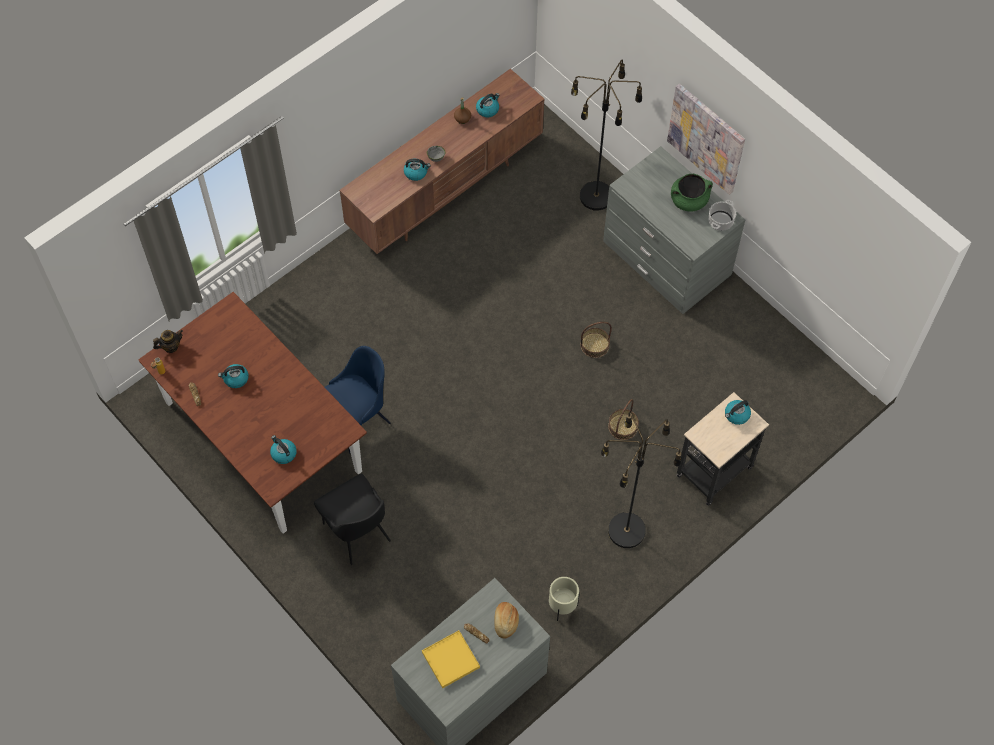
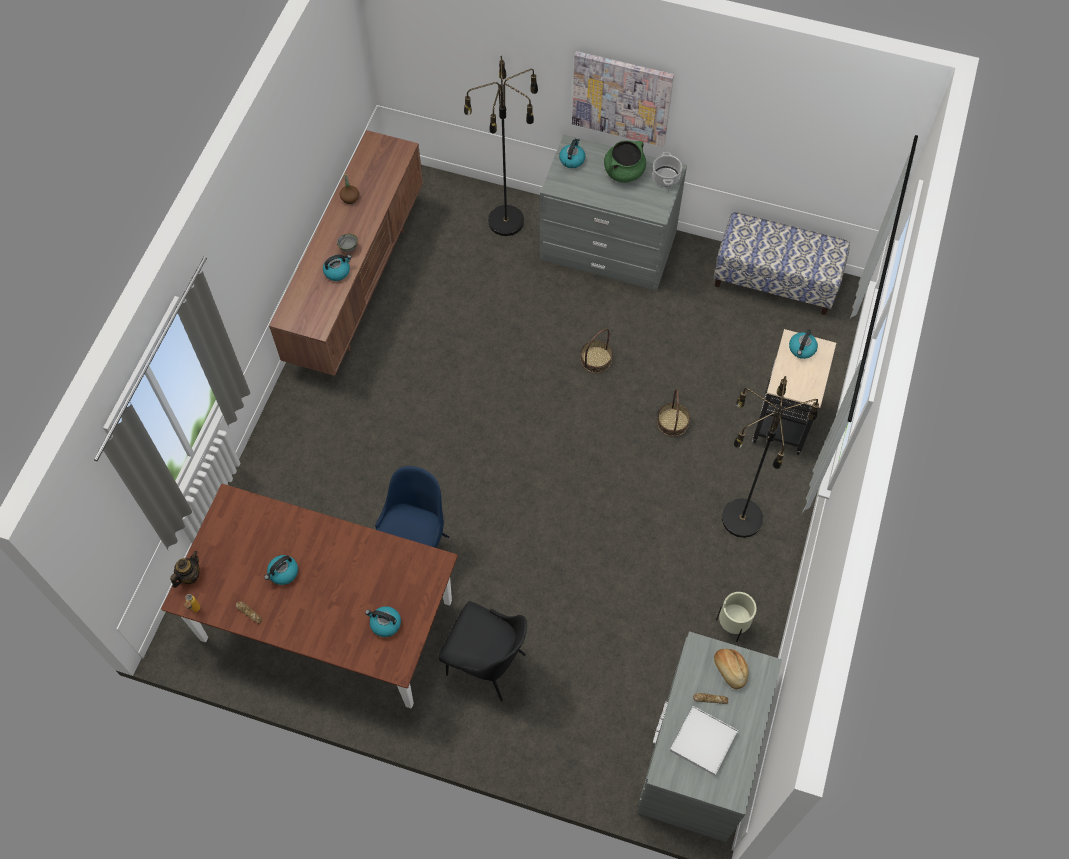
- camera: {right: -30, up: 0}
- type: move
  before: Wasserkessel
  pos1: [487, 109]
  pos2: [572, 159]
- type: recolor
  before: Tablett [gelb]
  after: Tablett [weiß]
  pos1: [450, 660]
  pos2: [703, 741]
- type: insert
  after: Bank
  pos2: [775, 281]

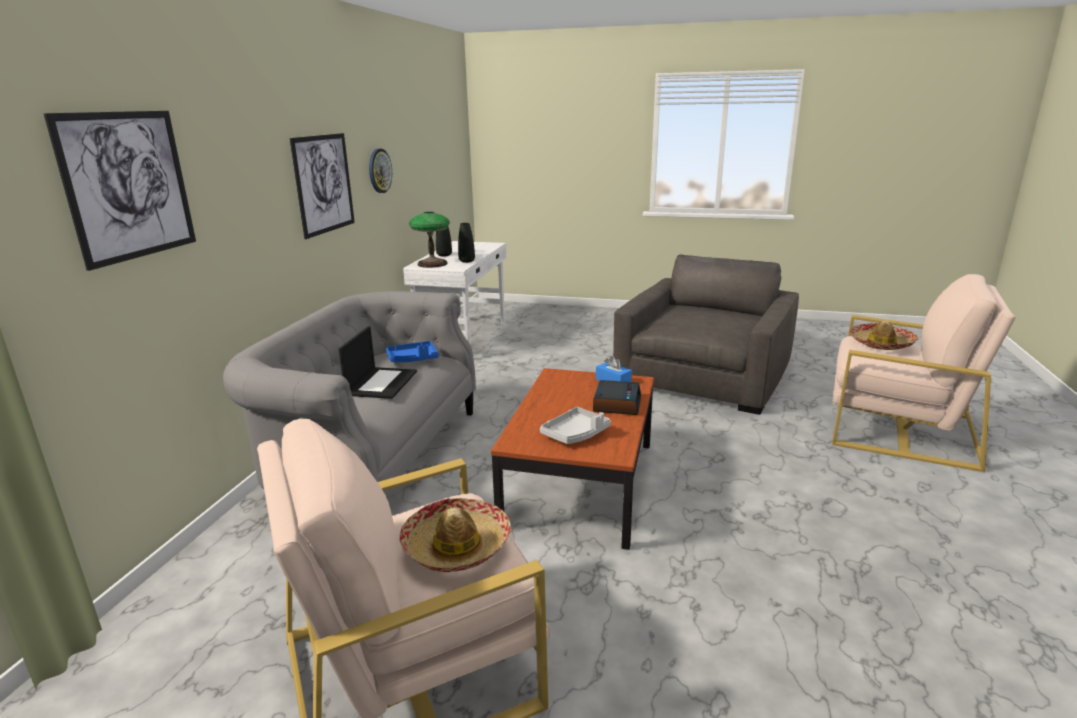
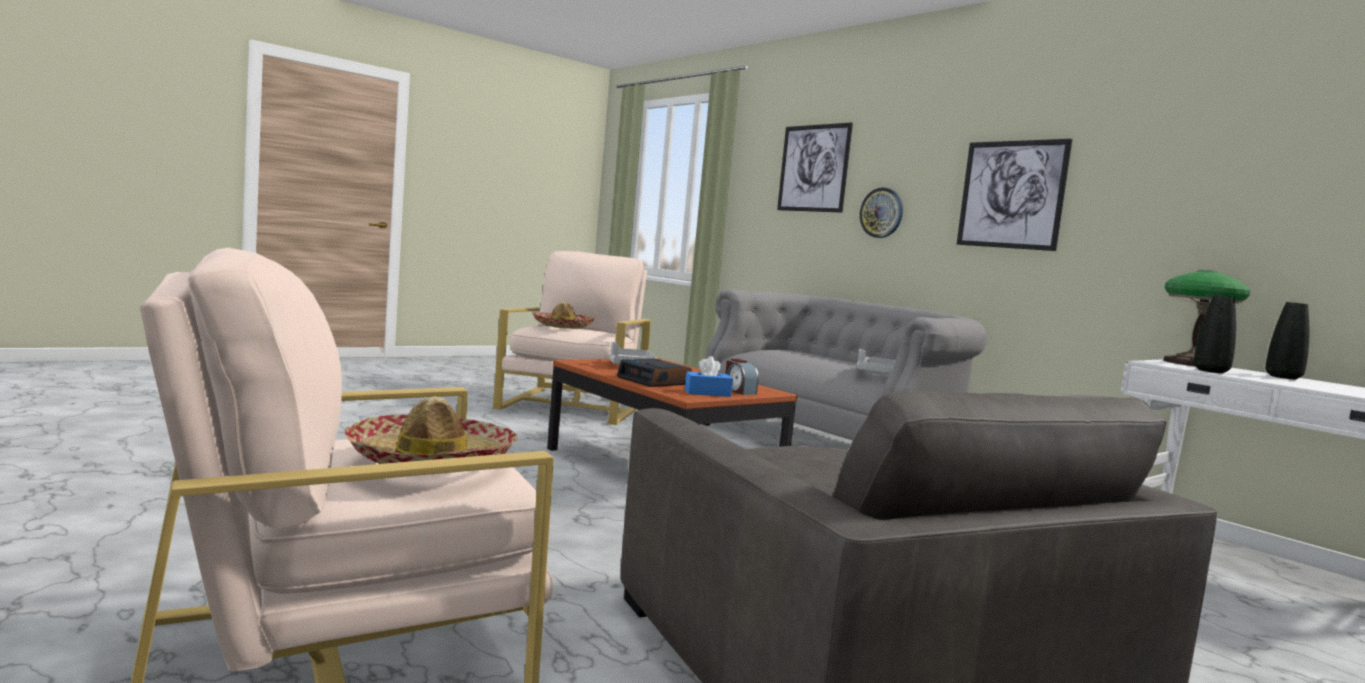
- camera: {right: 125, up: -15}
- type: move
  before: Wanduhr
  pos1: [379, 170]
  pos2: [881, 213]
- type: delete
  before: Laptop
  pos1: [381, 383]
- type: recolor
  before: Tablett [blau]
  after: Tablett [grau]
  pos1: [413, 359]
  pos2: [878, 373]
- type: insert
  after: Wecker
  pos2: [739, 391]

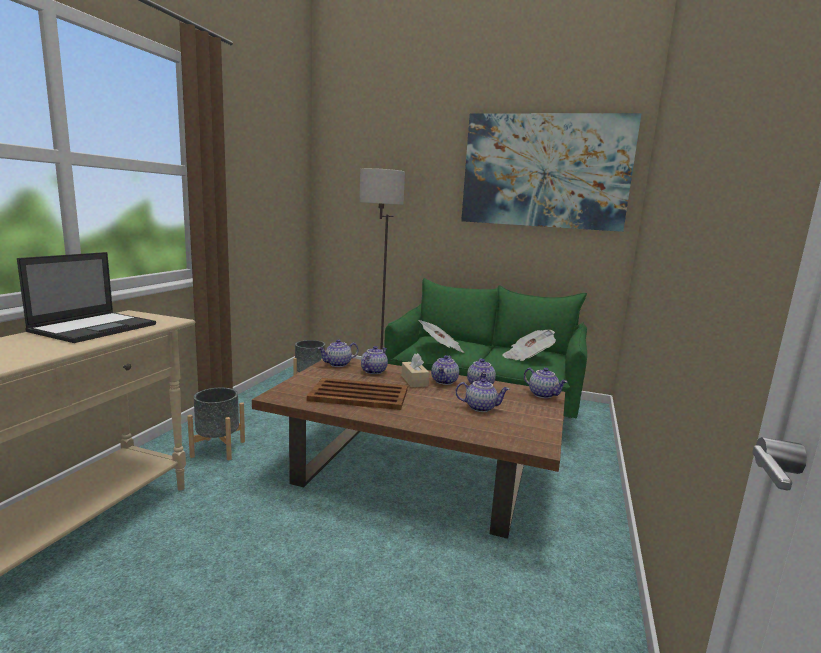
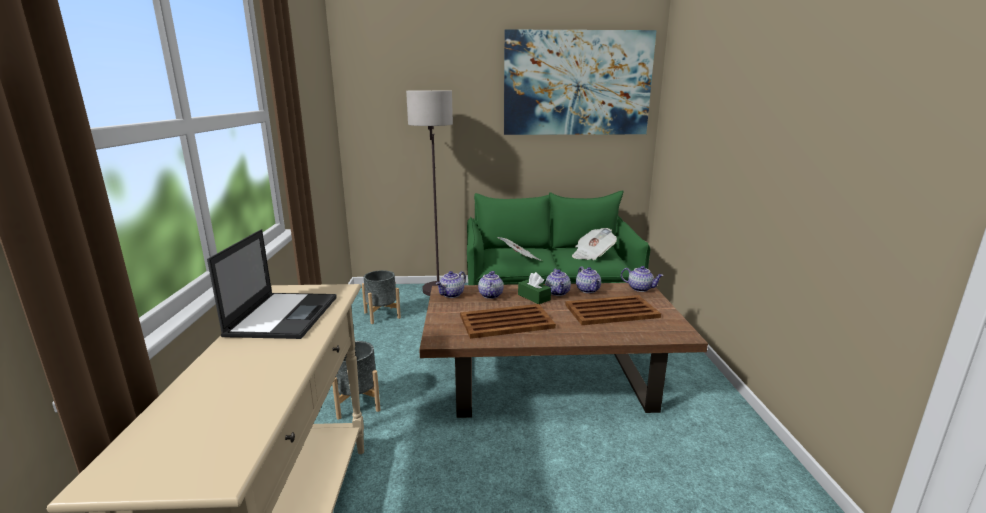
- camera: {right: -20, up: 5}
- type: recolor
  before: Taschentuchbox [beige]
  after: Taschentuchbox [grün]
  pos1: [414, 381]
  pos2: [534, 297]
- type: replace
  before: Teekanne
  after: Tablett [braun]
  pos1: [480, 407]
  pos2: [610, 311]

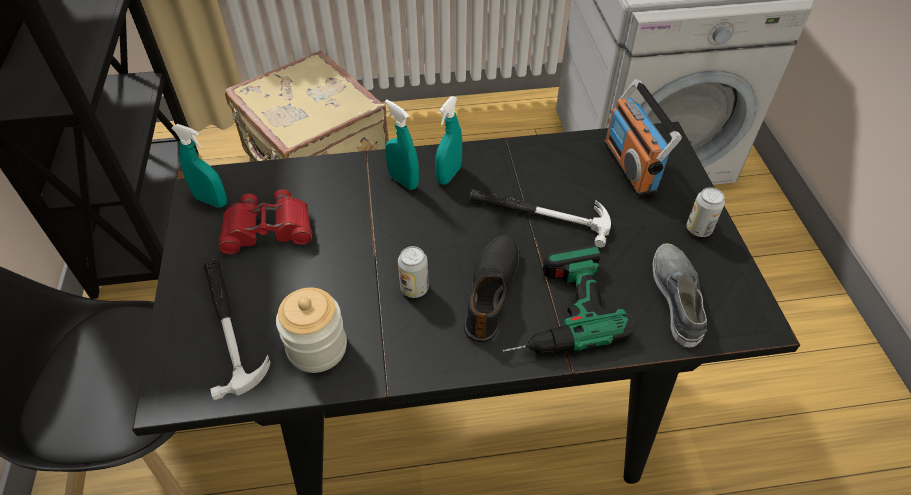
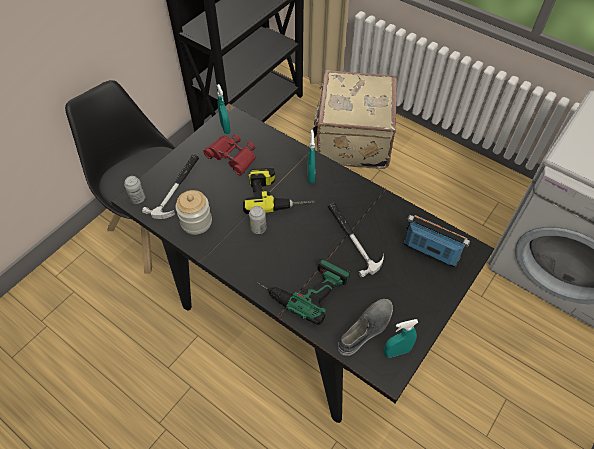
- camera: {right: 45, up: 5}
- type: rotate
  before: Radio
  pos1: [630, 167]
  pos2: [430, 251]
  turn: 90
- type: move
  before: Sprühflasche [türkis]
  pos1: [449, 175]
  pos2: [396, 351]
- type: move
  before: Dose
  pos1: [698, 229]
  pos2: [138, 198]
- type: delete
  before: Schuh [schwarz]
  pos1: [492, 291]
- type: insert
  after: Bohrmaschine
  pos2: [278, 194]

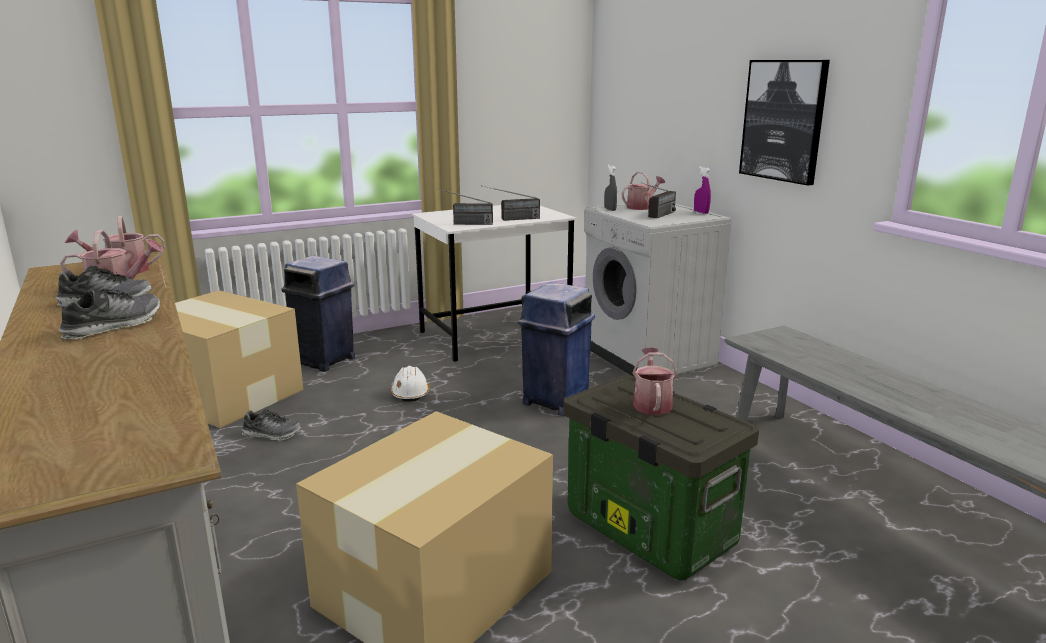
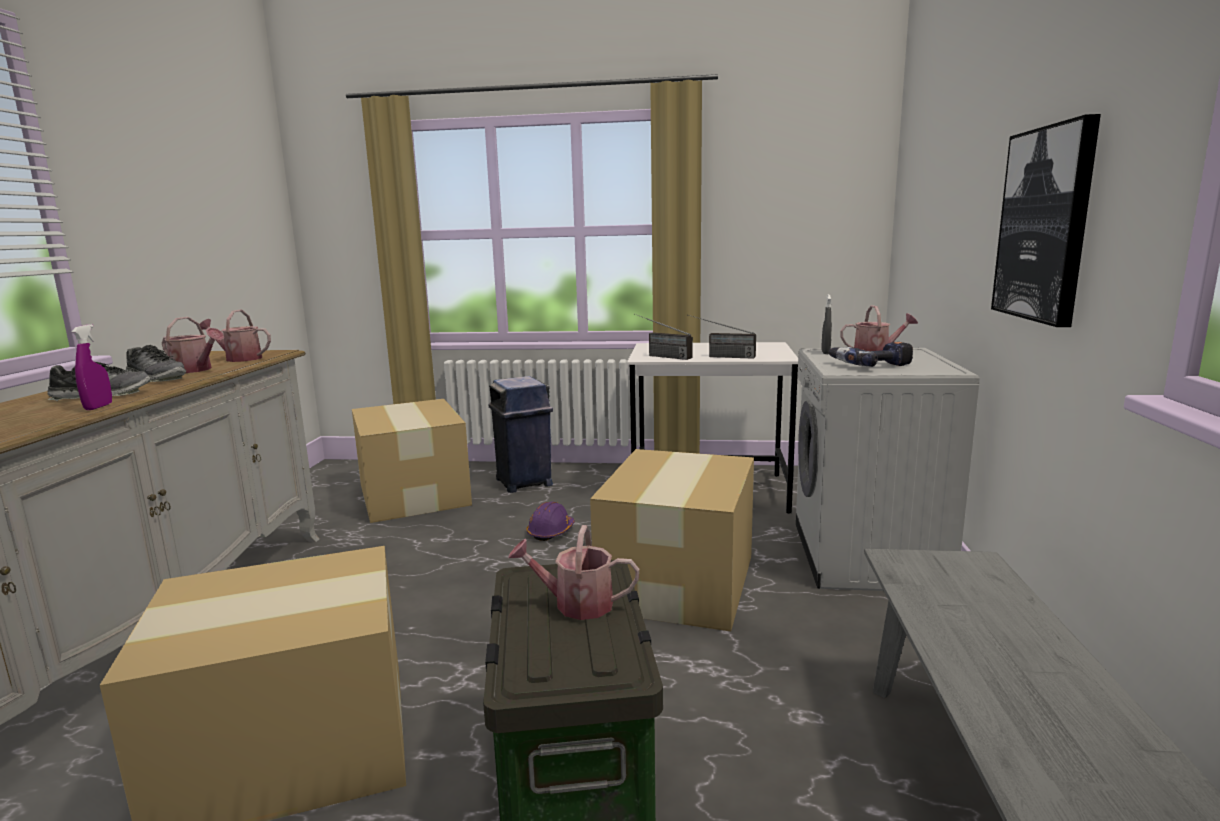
- camera: {right: 35, up: -5}
- type: move
  before: Sprühflasche [lila]
  pos1: [701, 212]
  pos2: [98, 407]
- type: replace
  before: Radio
  after: Bohrmaschine
  pos1: [657, 216]
  pos2: [870, 365]
- type: replace
  before: Mülleimer [blau]
  after: Karton
  pos1: [555, 401]
  pos2: [680, 581]
- type: rotate
  before: Gießkanne
  pos1: [651, 403]
  pos2: [575, 604]
  turn: -120
- type: recolor
  before: Schutzhelm [weiß]
  after: Schutzhelm [lila]
  pos1: [410, 393]
  pos2: [551, 532]
- type: delete
  before: Schuh
  pos1: [272, 434]

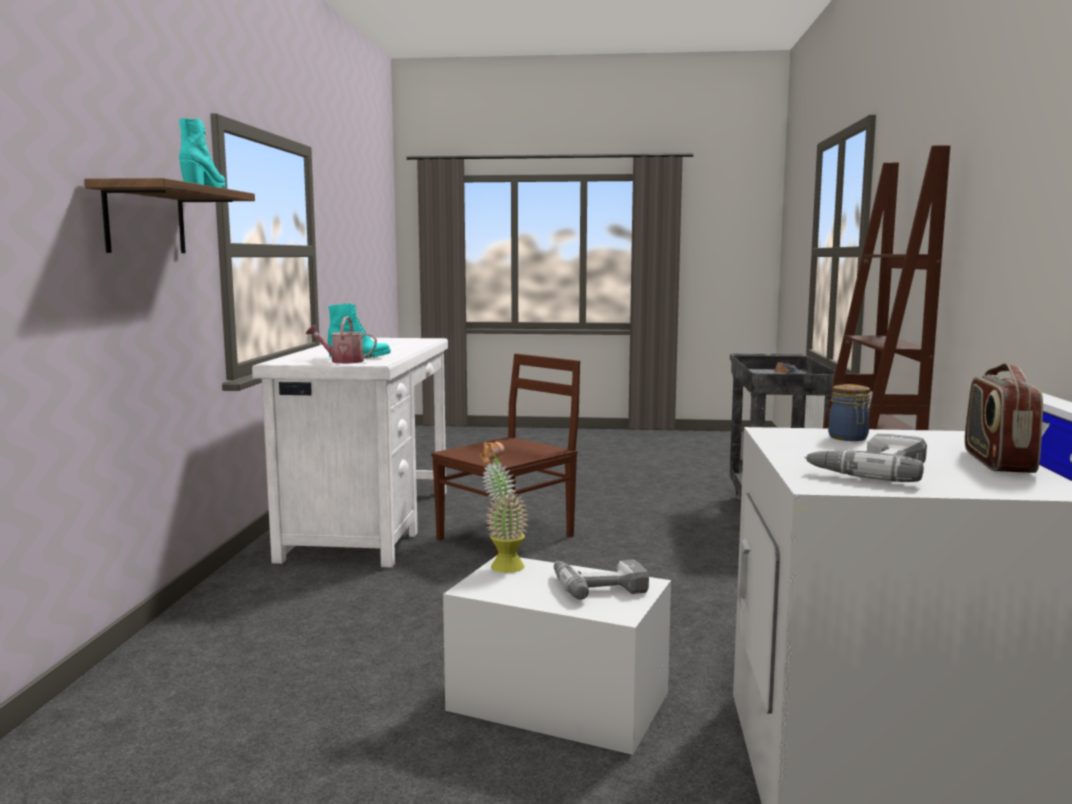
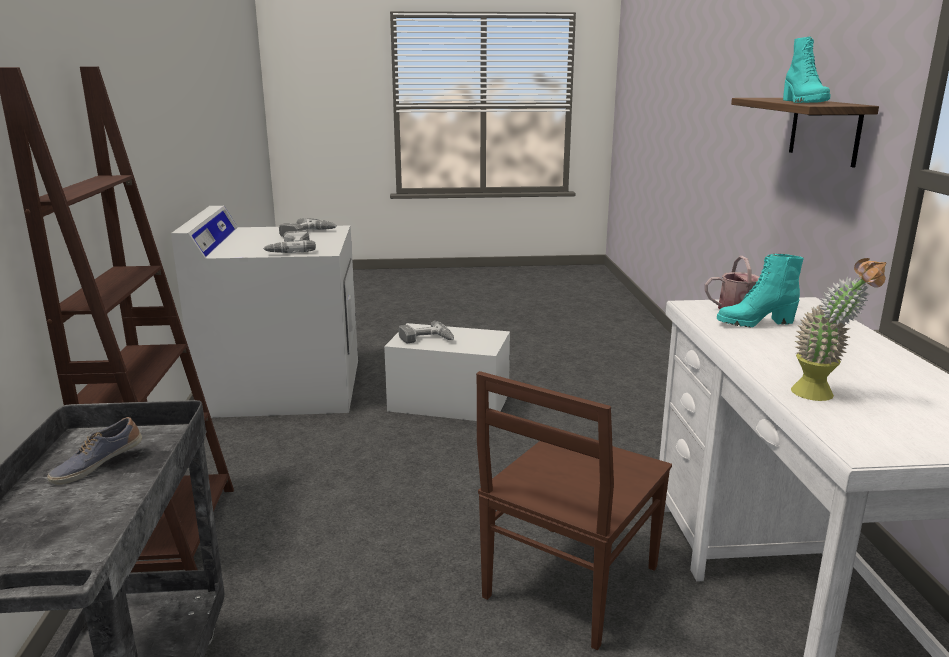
- camera: {right: 170, up: 10}
- type: delete
  before: Radio
  pos1: [997, 462]
- type: replace
  before: Vorratsglas
  after: Bohrmaschine
  pos1: [848, 438]
  pos2: [289, 249]
- type: move
  before: Topfpflanze
  pos1: [502, 564]
  pos2: [823, 396]

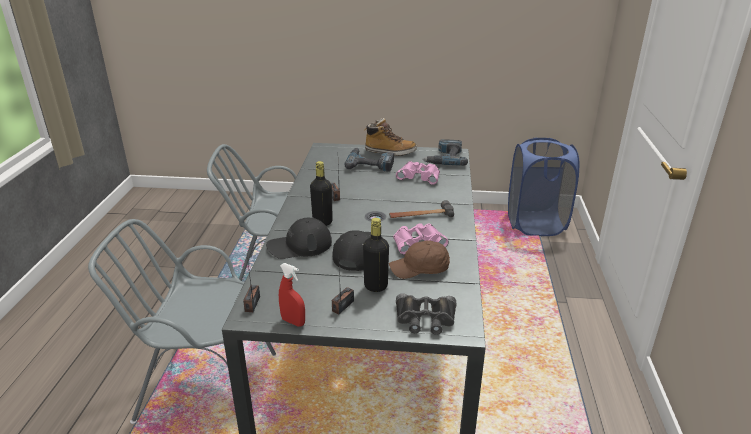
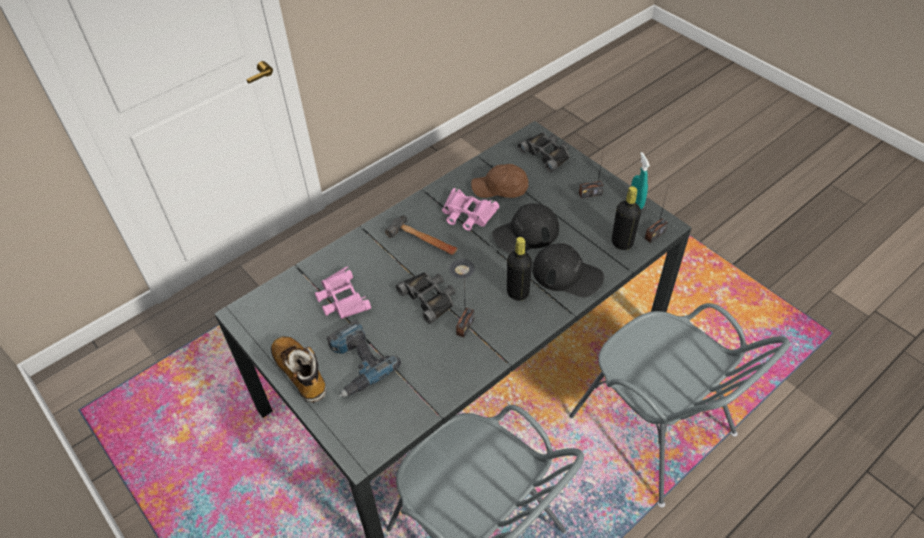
- camera: {right: -135, up: 20}
- type: delete
  before: Wäschekorb [blau]
  pos1: [535, 224]
- type: delete
  before: Bohrmaschine
  pos1: [445, 158]
- type: move
  before: Flasche [schwarz]
  pos1: [376, 286]
  pos2: [622, 243]
- type: rotate
  before: Kappe [braun]
  pos1: [420, 269]
  pos2: [500, 189]
  turn: 150
- type: recolor
  before: Sprühflasche [rot]
  after: Sprühflasche [türkis]
  pos1: [293, 322]
  pos2: [636, 202]
- type: insert
  after: Fernglas [schwarz]
  pos2: [429, 298]

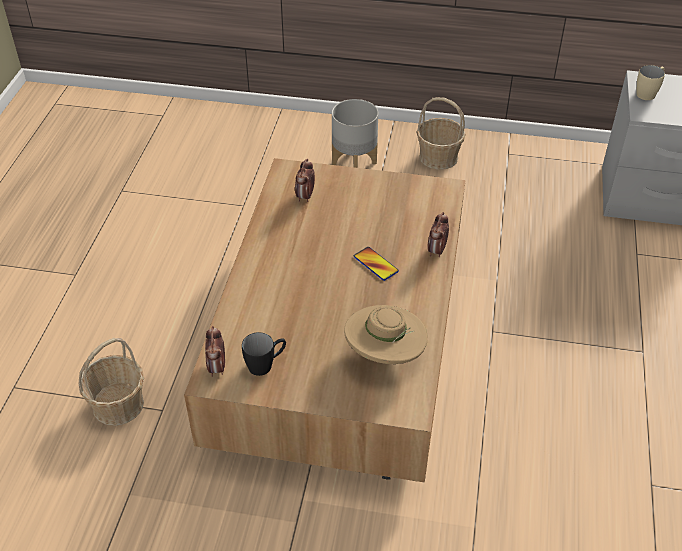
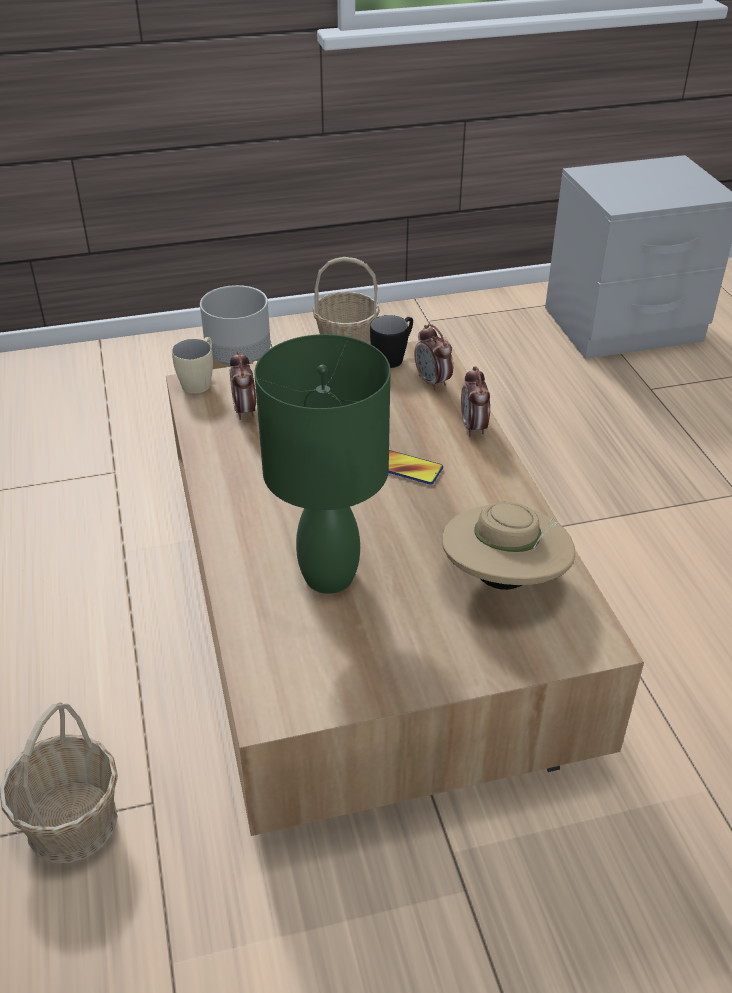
- camera: {right: -25, up: -5}
- type: move
  before: Henkelbecher [beige]
  pos1: [648, 93]
  pos2: [200, 381]
- type: move
  before: Wecker
  pos1: [217, 367]
  pos2: [432, 382]
- type: move
  before: Henkelbecher [schwarz]
  pos1: [265, 364]
  pos2: [393, 357]
- type: insert
  after: Tischlampe [grün]
  pos2: [330, 575]

